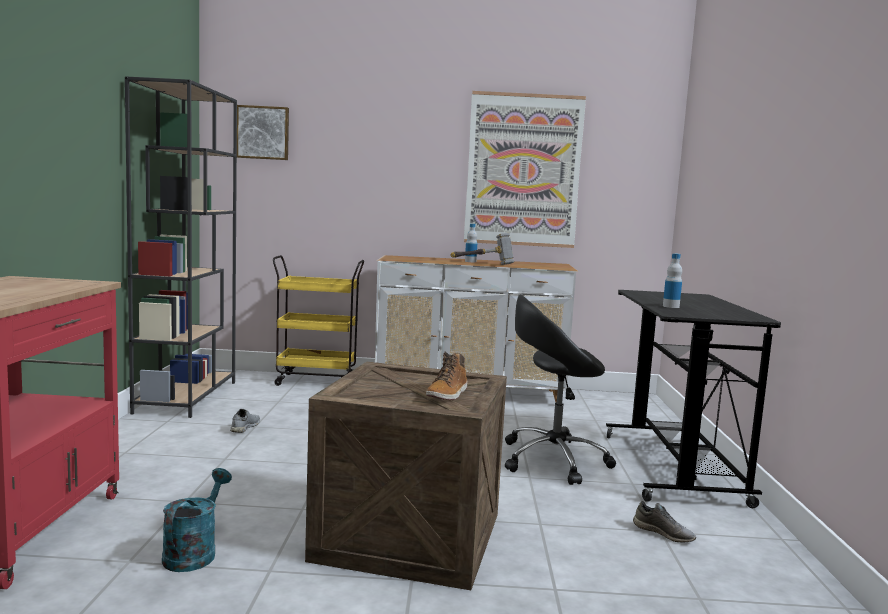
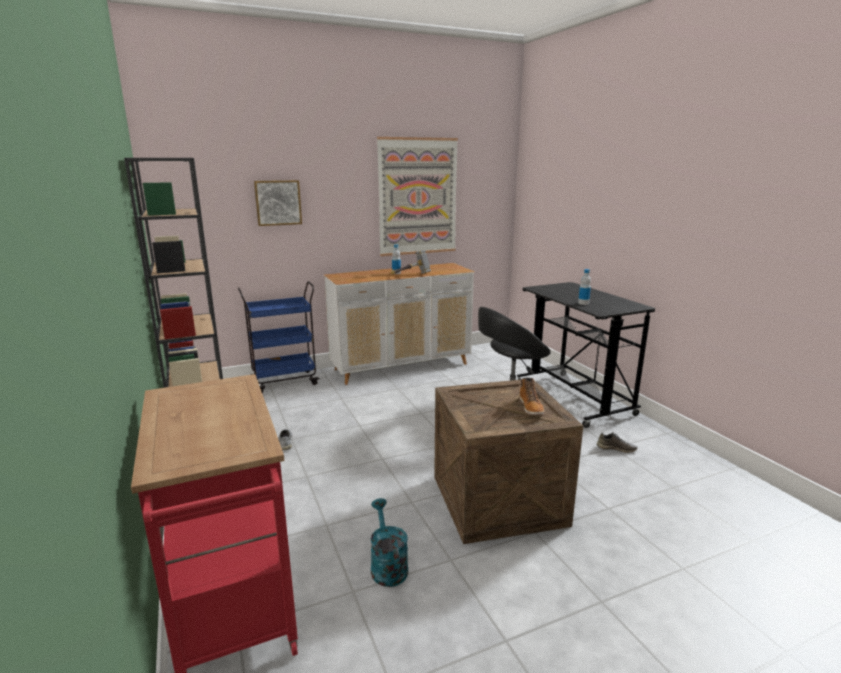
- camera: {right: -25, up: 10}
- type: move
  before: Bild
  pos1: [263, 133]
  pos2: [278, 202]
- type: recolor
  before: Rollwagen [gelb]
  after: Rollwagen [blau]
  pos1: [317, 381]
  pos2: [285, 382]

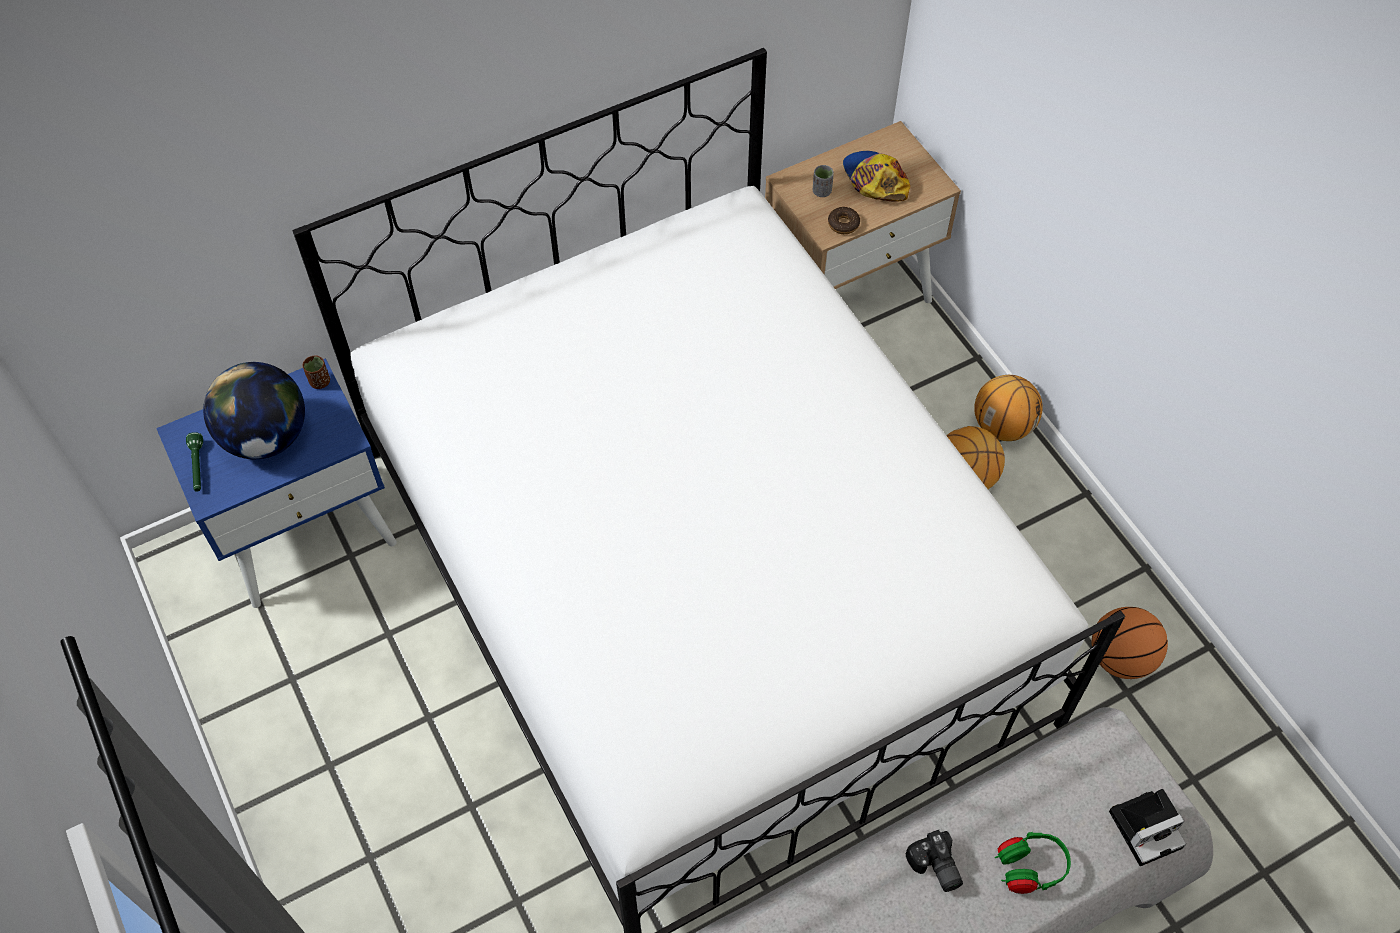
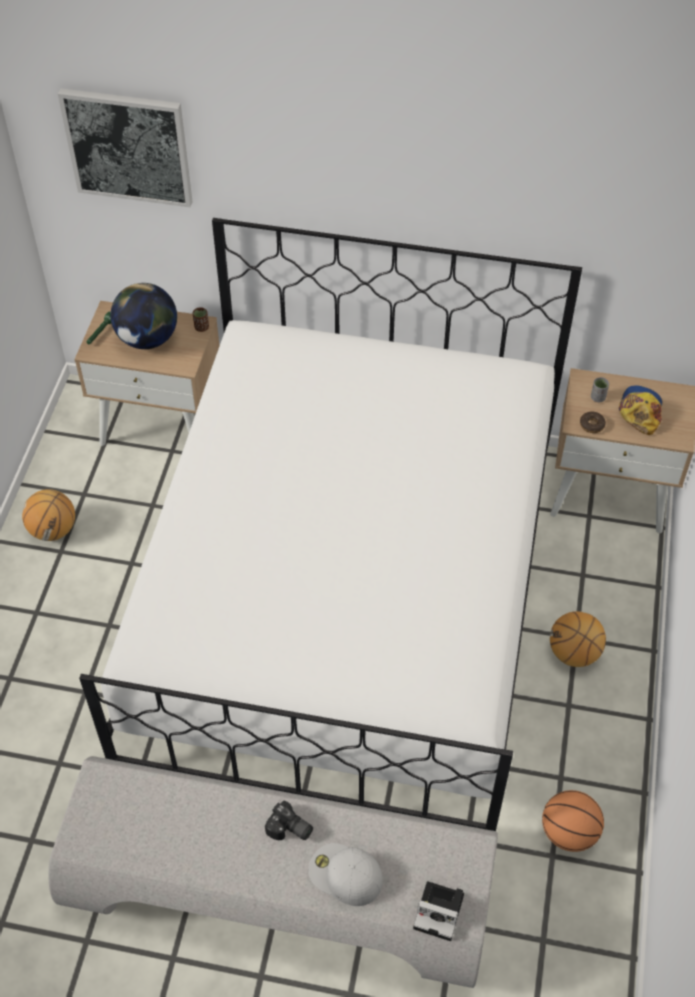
- camera: {right: 40, up: -5}
- type: recolor
  before: Nachttisch [blau]
  after: Nachttisch [beige]
  pos1: [307, 532]
  pos2: [162, 423]
- type: move
  before: Basketball
  pos1: [1002, 426]
  pos2: [53, 530]
- type: rotate
  before: Kamera
  pos1: [934, 868]
  pos2: [289, 830]
  turn: -75
- type: replace
  before: Kopfhörer [grün]
  after: Kappe [weiß]
  pos1: [1029, 868]
  pos2: [344, 875]
- type: insert
  after: Bild
  pos2: [128, 146]

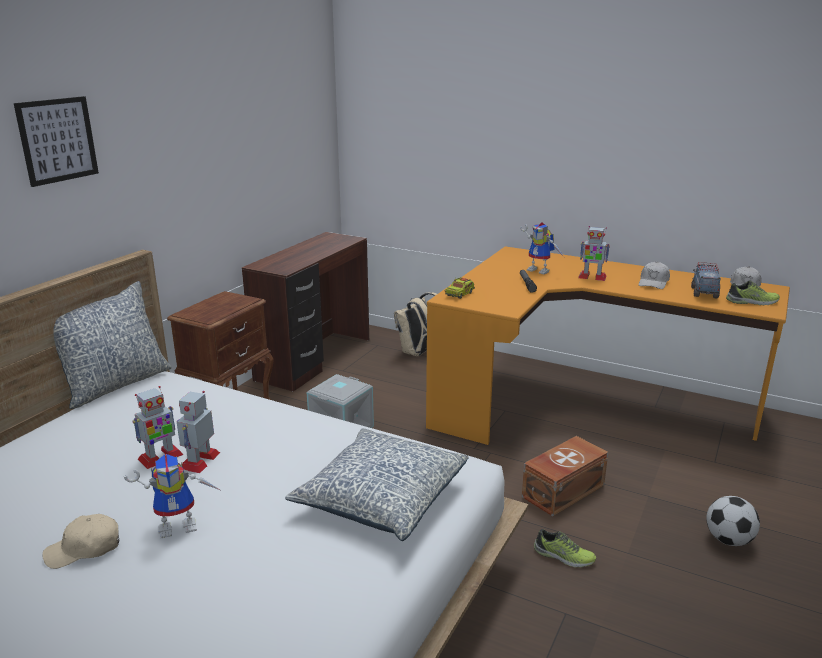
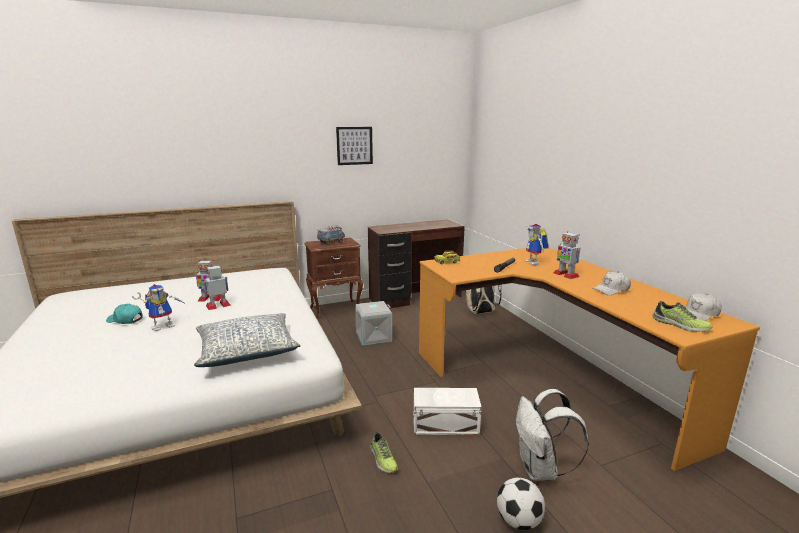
- camera: {right: 40, up: -5}
- type: move
  before: Bild
  pos1: [57, 140]
  pos2: [354, 145]
- type: move
  before: Spielzeuglaster
  pos1: [704, 293]
  pos2: [331, 242]
- type: delete
  before: Kissen
  pos1: [115, 384]
- type: recolor
  before: Aufbewahrungsbox [braun]
  after: Aufbewahrungsbox [weiß]
  pos1: [561, 491]
  pos2: [444, 423]
- type: rotate
  before: Spielzeugroboter
  pos1: [180, 525]
  pos2: [164, 325]
  turn: -60
- type: recolor
  before: Kappe [beige]
  after: Kappe [türkis]
  pos1: [84, 549]
  pos2: [125, 320]
- type: insert
  after: Rucksack [weiß]
  pos2: [540, 470]

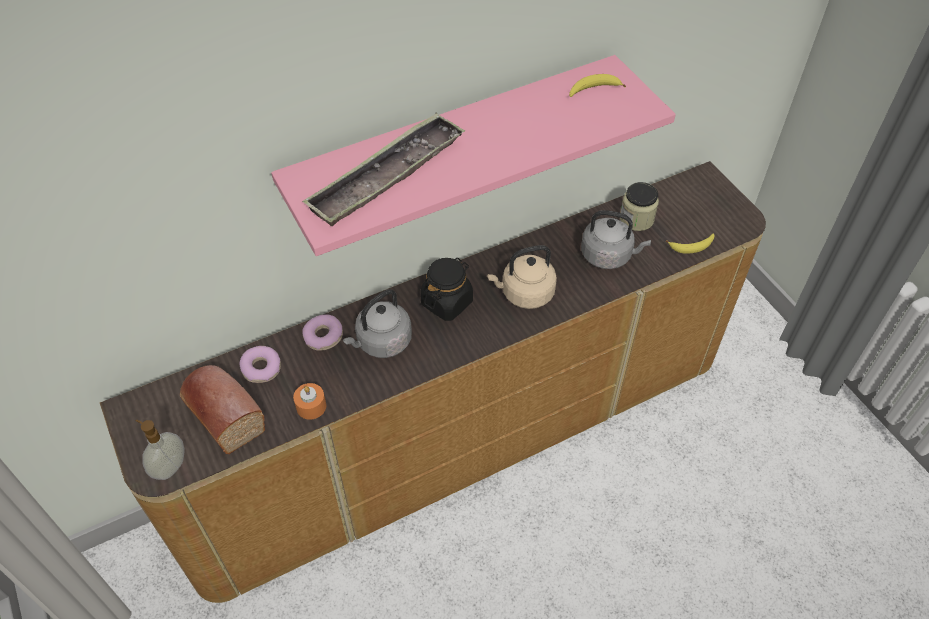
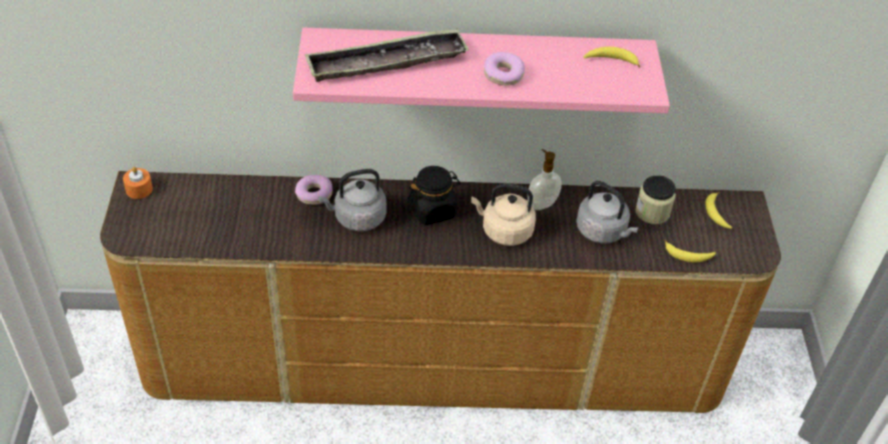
- camera: {right: 25, up: -5}
- type: move
  before: Donut
  pos1: [261, 368]
  pos2: [503, 75]
- type: delete
  before: Brot
  pos1: [222, 413]
- type: move
  before: Kerze [orange]
  pos1: [311, 406]
  pos2: [139, 189]
- type: move
  before: Seifenspender
  pos1: [169, 467]
  pos2: [541, 203]
- type: insert
  after: Banane
  pos2: [716, 214]

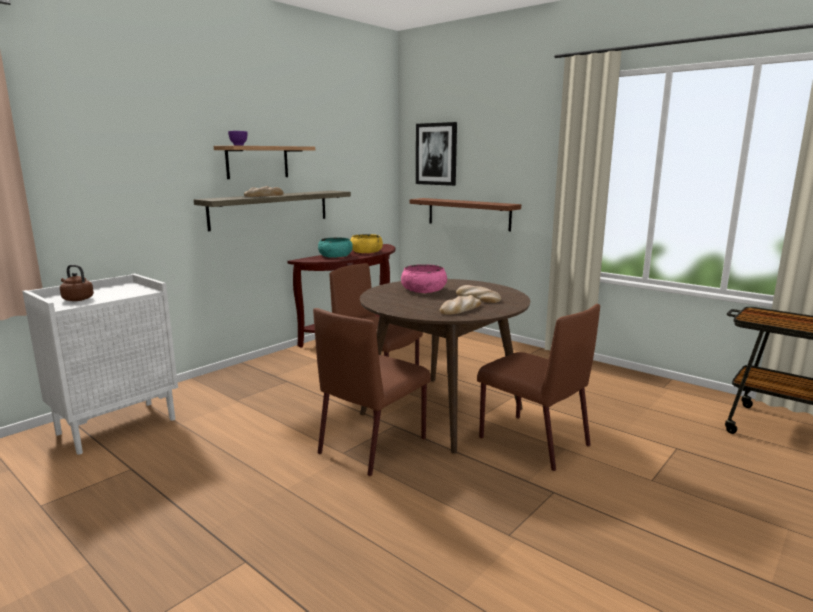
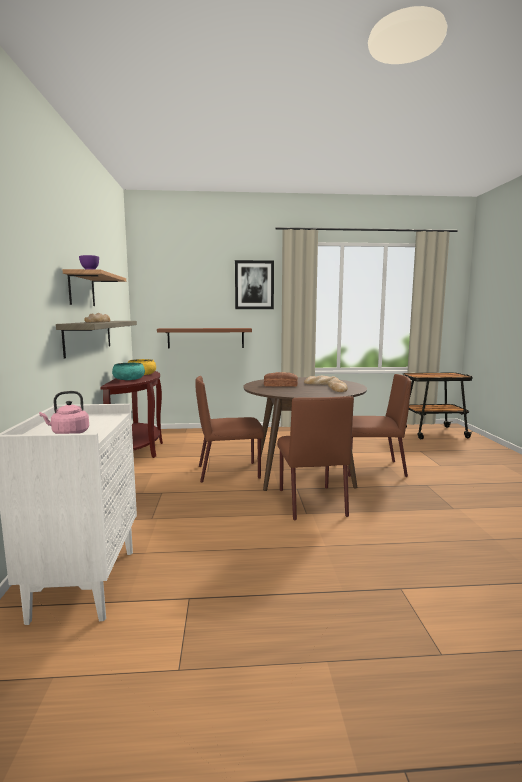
- camera: {right: -45, up: -5}
- type: move
  before: Bild
  pos1: [436, 154]
  pos2: [254, 285]
- type: replace
  before: Schüssel [rosa]
  after: Brot
  pos1: [423, 290]
  pos2: [280, 385]
- type: recolor
  before: Wasserkessel [braun]
  after: Wasserkessel [rosa]
  pos1: [77, 299]
  pos2: [68, 433]

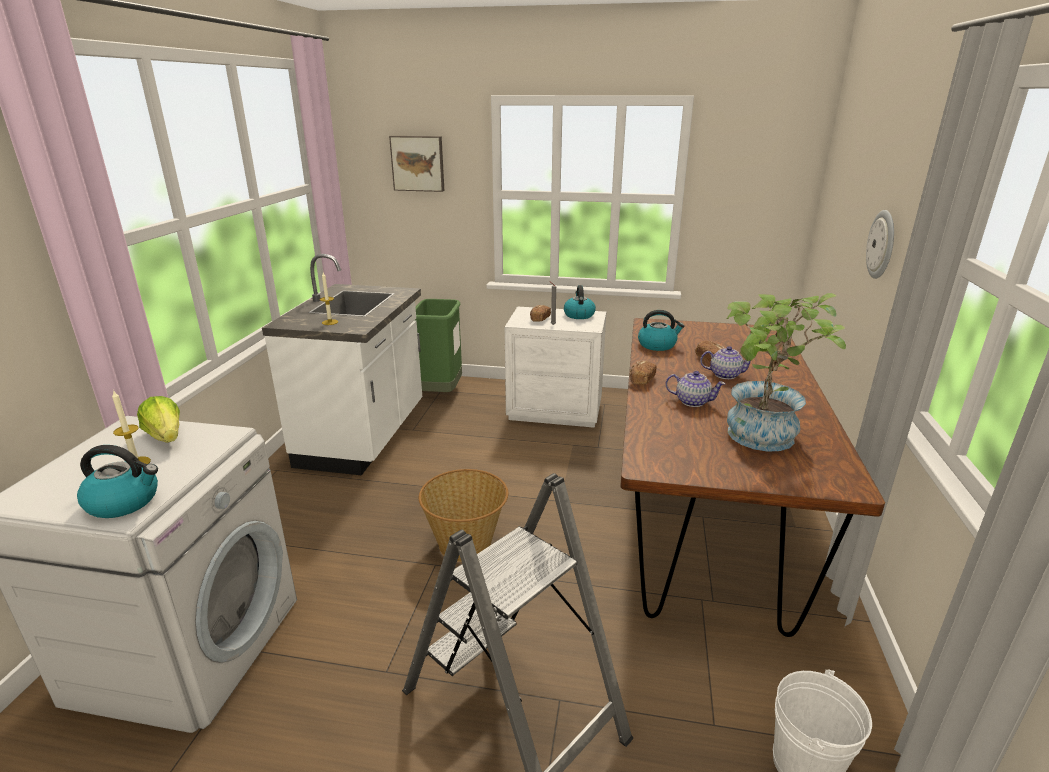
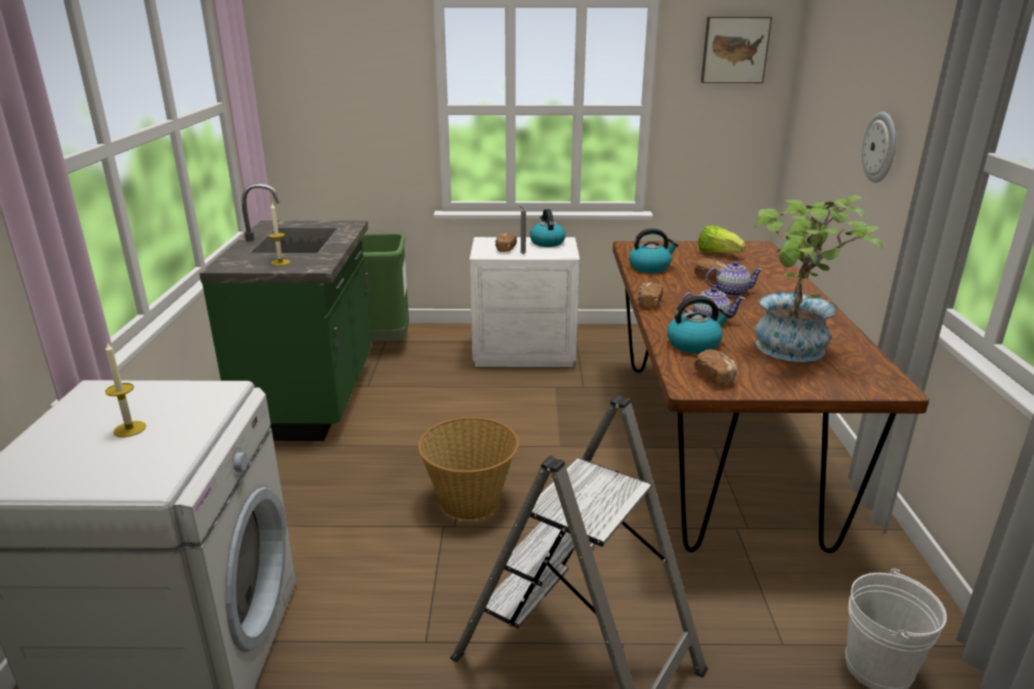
- camera: {right: -10, up: 0}
- type: move
  before: Bild
  pos1: [418, 163]
  pos2: [734, 49]
- type: recolor
  before: Küchenzeile [weiß]
  after: Küchenzeile [grün]
  pos1: [364, 437]
  pos2: [313, 399]
- type: move
  before: Salatkopf
  pos1: [166, 437]
  pos2: [718, 253]
- type: move
  before: Wasserkessel
  pos1: [124, 502]
  pos2: [694, 344]
- type: insert
  after: Brot
  pos2: [715, 377]

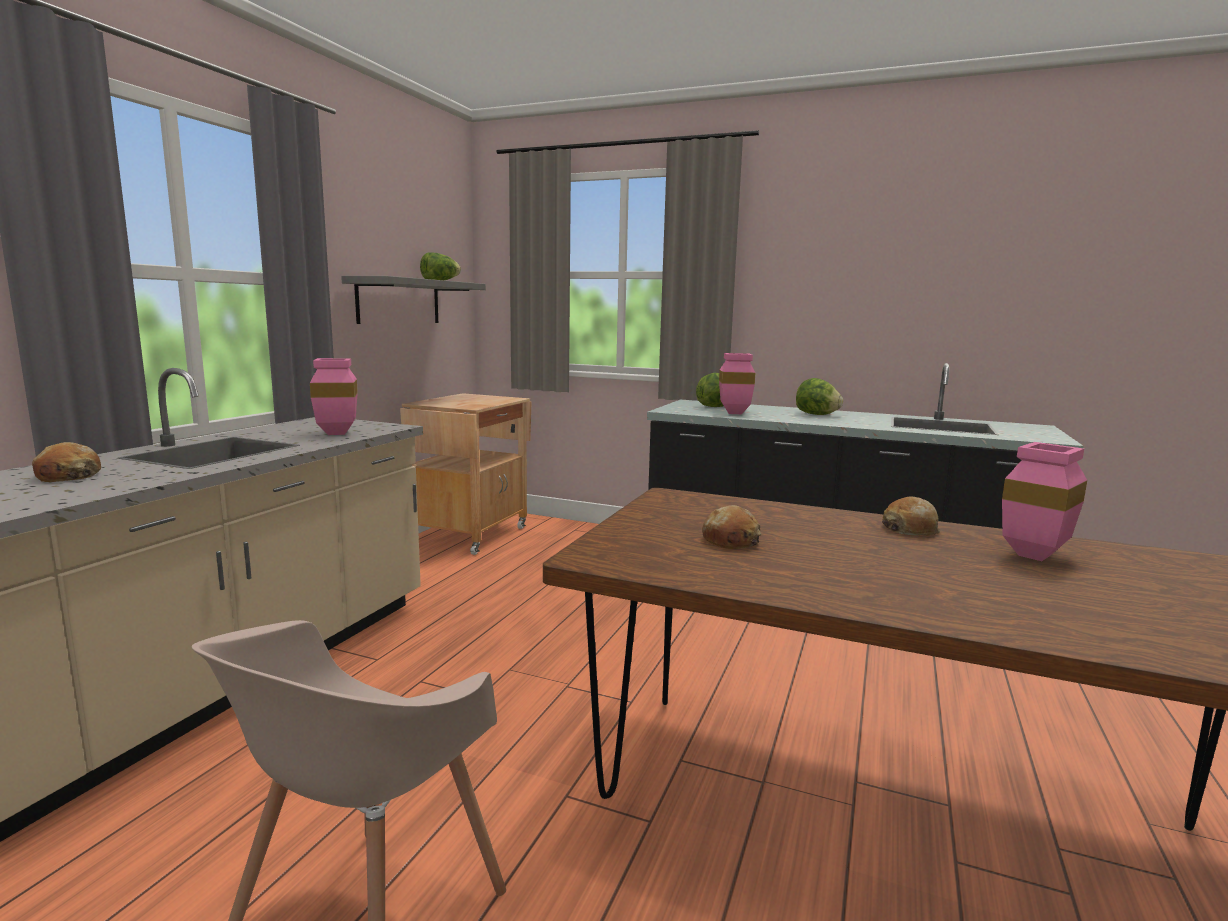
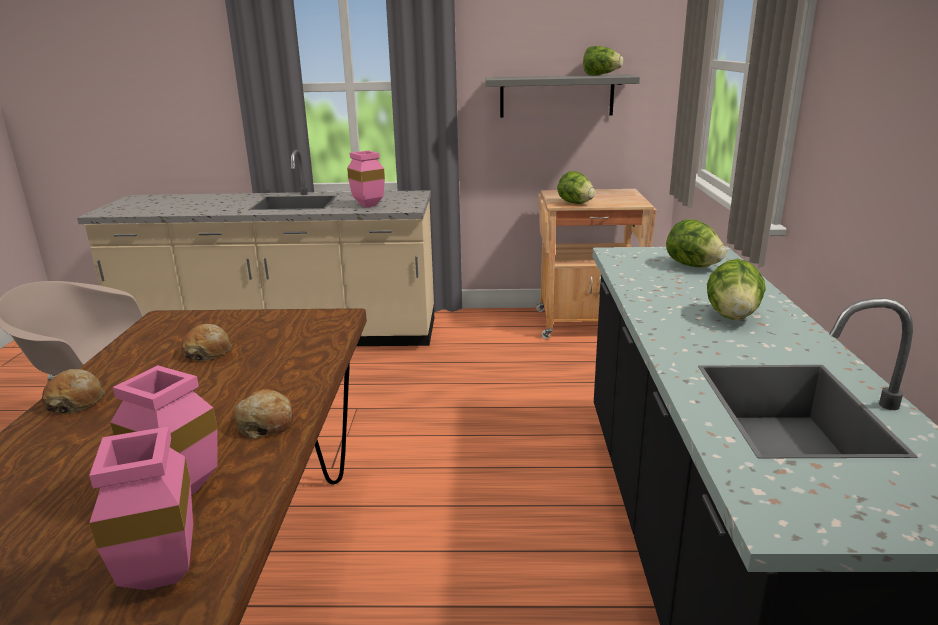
- camera: {right: 70, up: 10}
- type: move
  before: Vase [rosa]
  pos1: [736, 413]
  pos2: [165, 578]
- type: move
  before: Brot
  pos1: [68, 476]
  pos2: [76, 401]
- type: insert
  after: Salatkopf
  pos2: [575, 203]

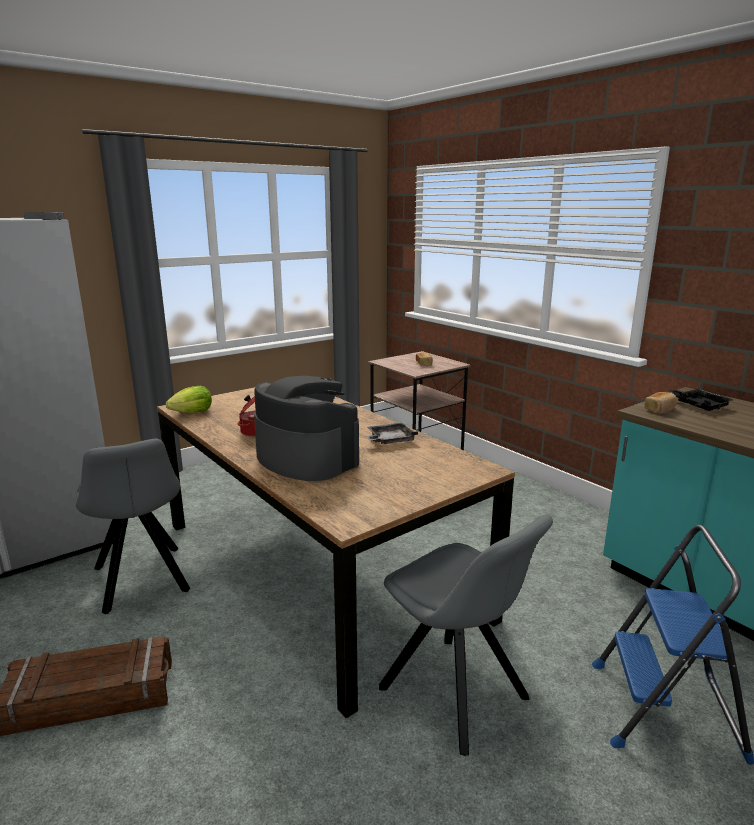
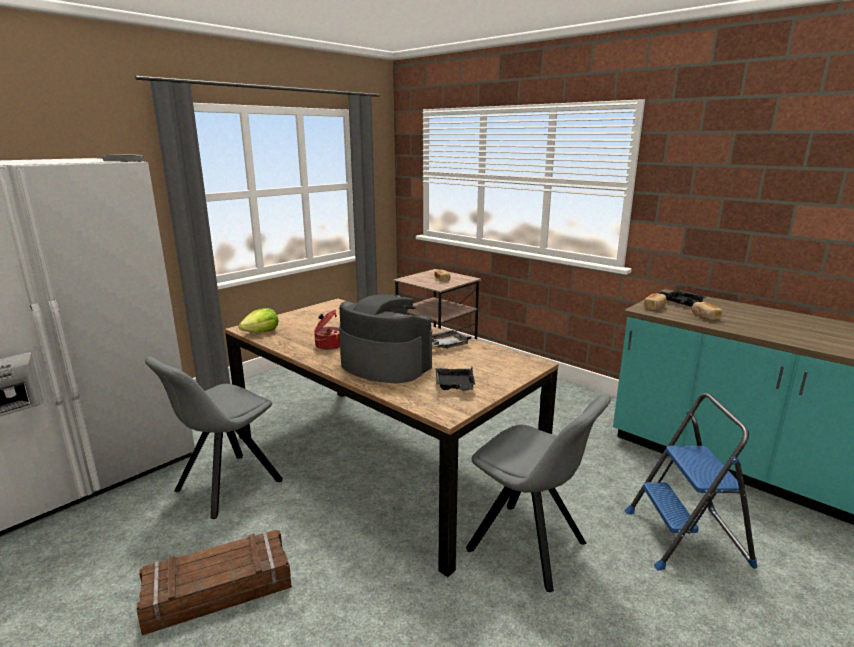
- camera: {right: -10, up: 0}
- type: rotate
  before: Stuhl [grau]
  pos1: [142, 579]
  pos2: [228, 485]
  turn: 75
- type: insert
  after: Brot
  pos2: [705, 317]
- type: insert
  after: Tablett [schwarz]
  pos2: [455, 386]

